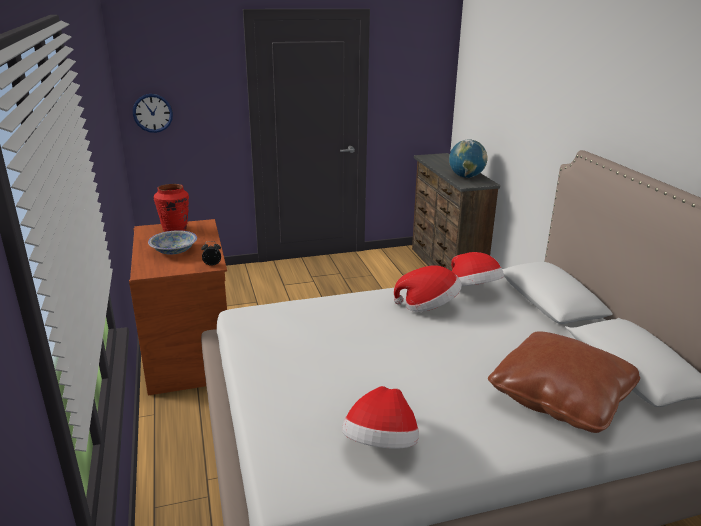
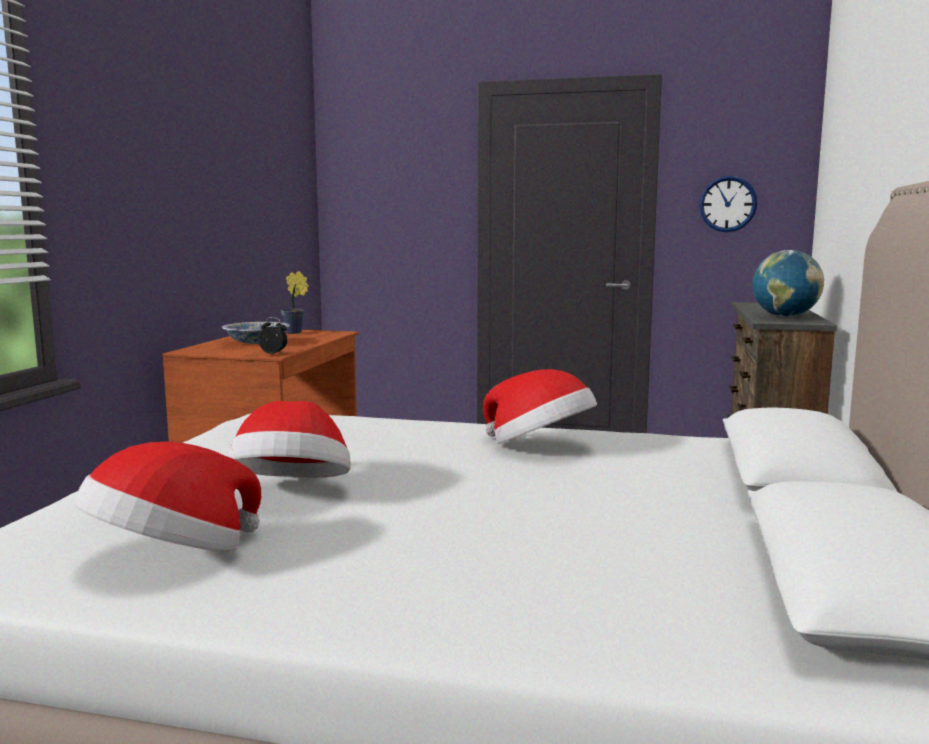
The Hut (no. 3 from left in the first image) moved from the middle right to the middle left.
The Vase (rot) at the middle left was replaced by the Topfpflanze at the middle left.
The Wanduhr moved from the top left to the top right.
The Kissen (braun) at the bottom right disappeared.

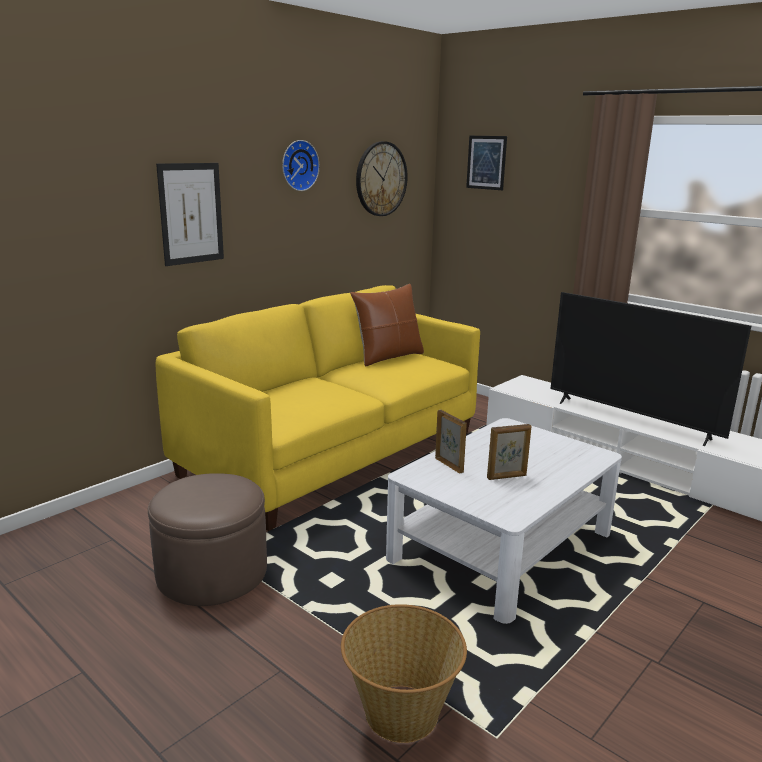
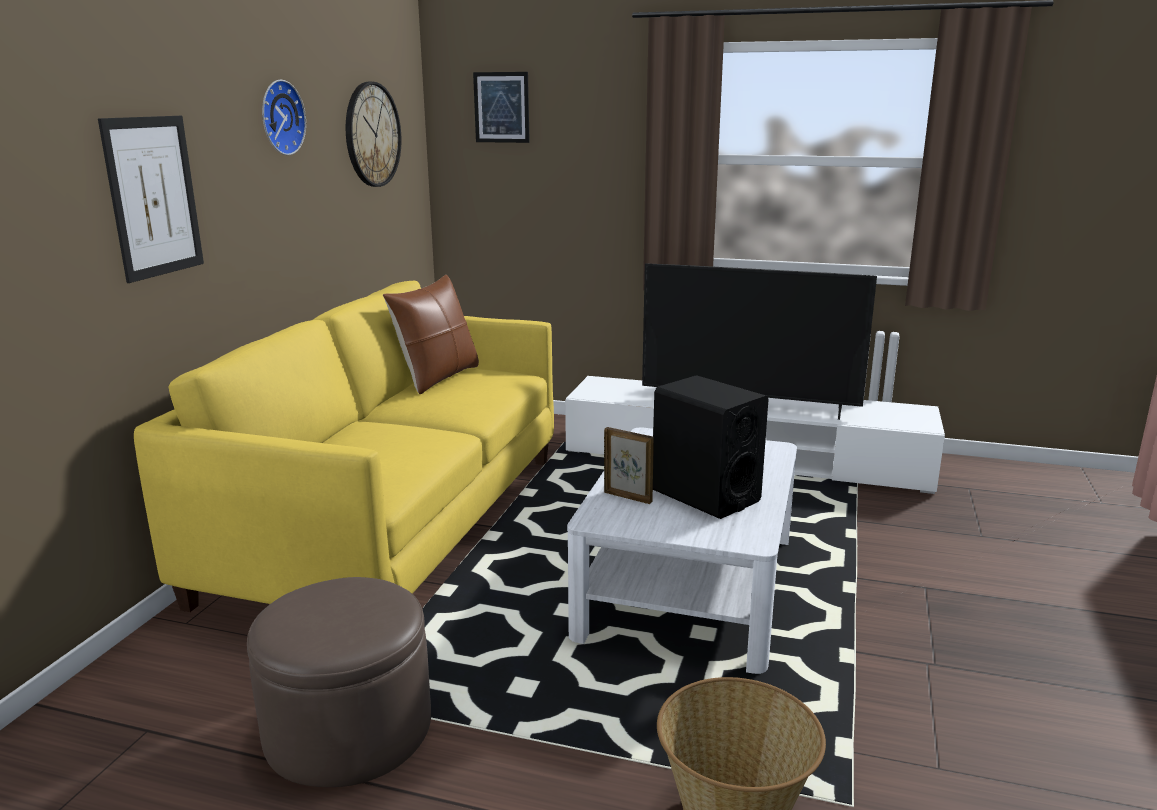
The Bilderrahmen (no. 2 from left) at the middle right was replaced by the Lautsprecher (schwarz) at the centre.

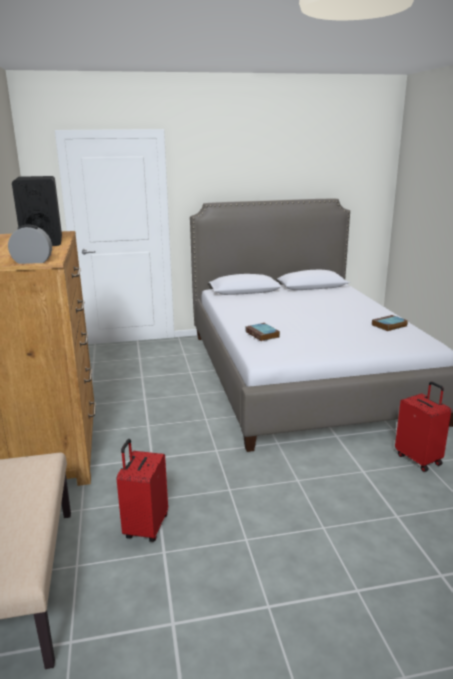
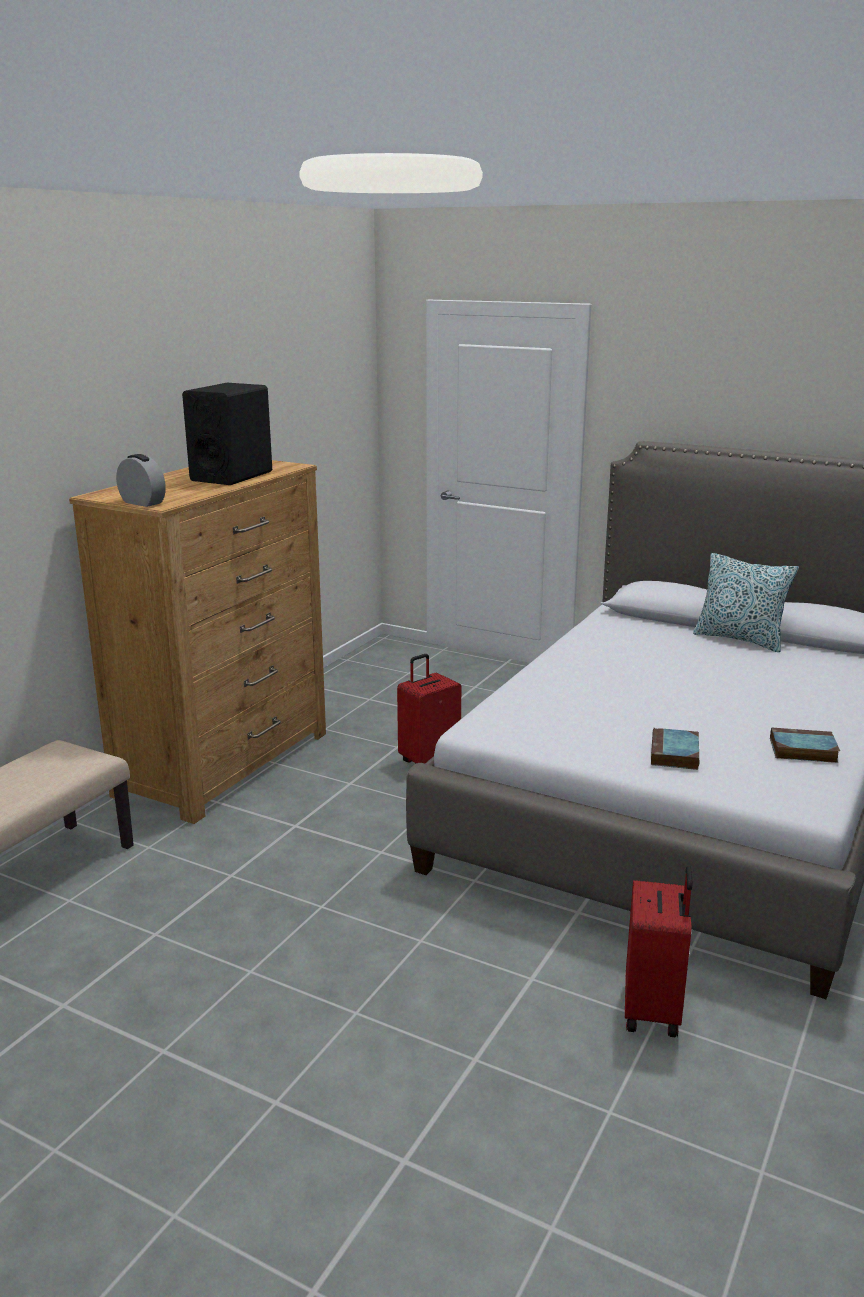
The Koffer (rot) (no. 1 from left) moved from the bottom left to the centre.
The Buch (no. 1 from left) moved from the centre to the middle right.
The Kissen at the middle right appeared.

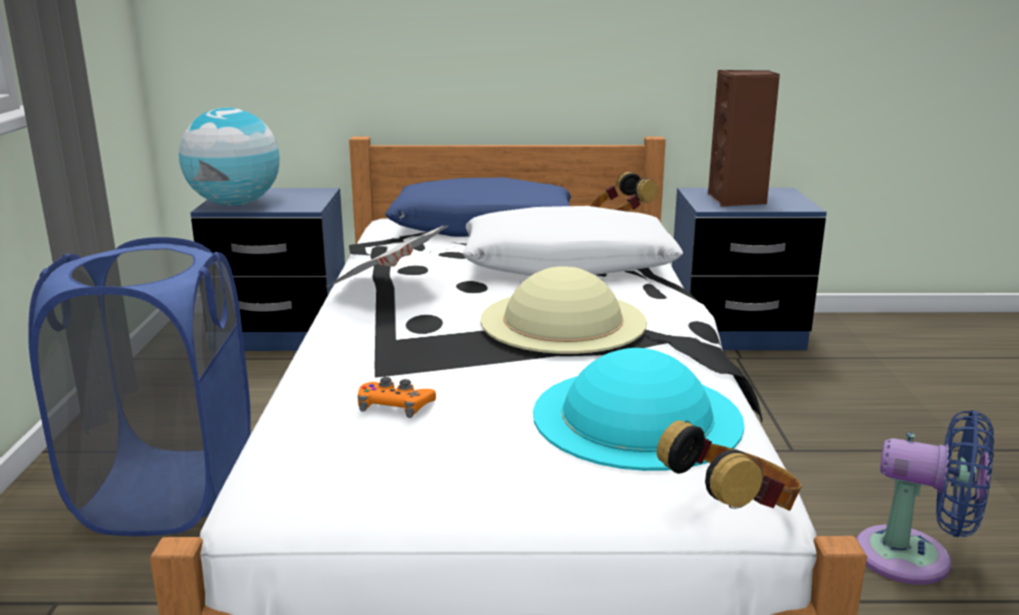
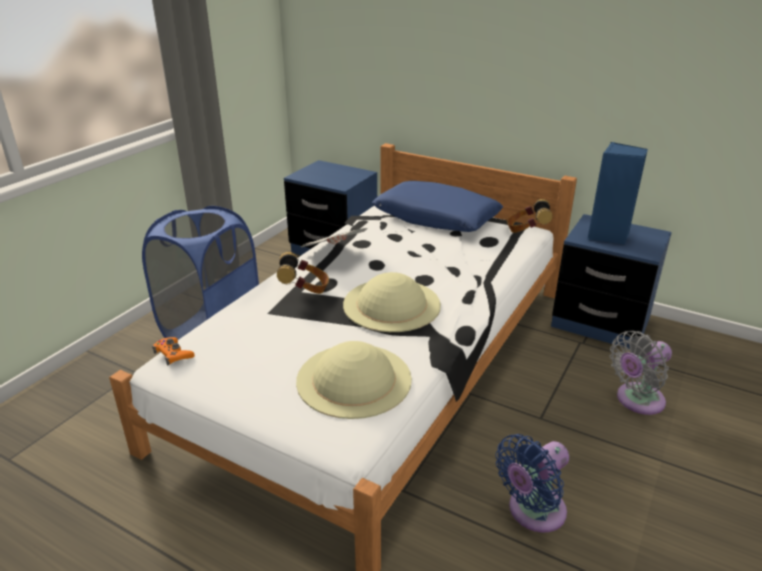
The Gamepad (orange) moved from the centre to the middle left.
The Kopfhörer (no. 2 from left in the first image) moved from the bottom right to the centre.
The Hut (türkis) at the centre became the Hut (beige) (no. 1 from left) at the centre.
The Ventilator (blau) at the bottom right turned 90 degrees clockwise.
The Lautsprecher (braun) at the top right became the Lautsprecher (blau) at the middle right.
The Ventilator (grau) at the middle right appeared.
The Globus at the top left disappeared.
The Kissen (weiß) at the centre disappeared.

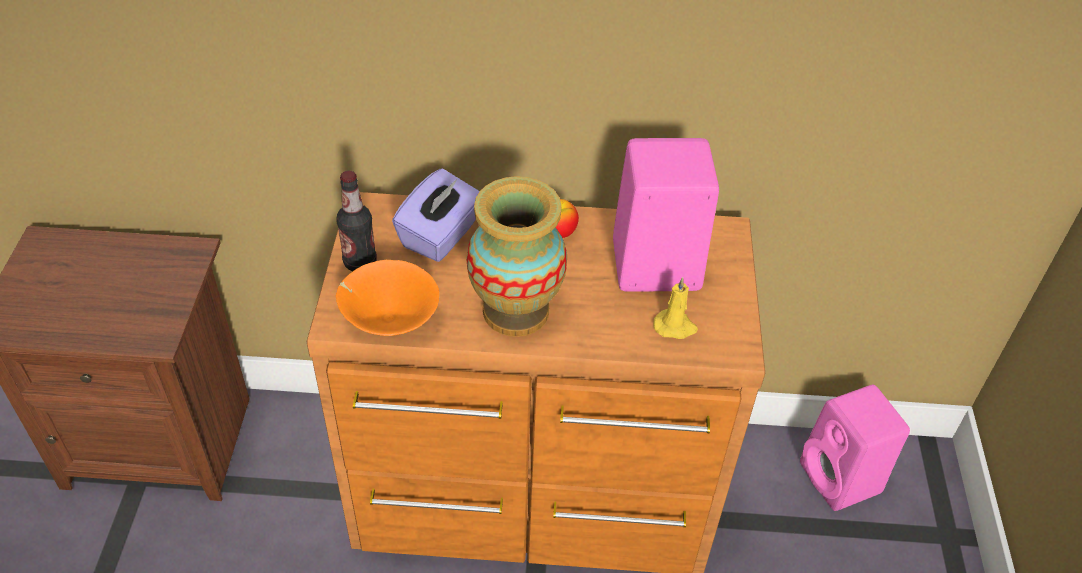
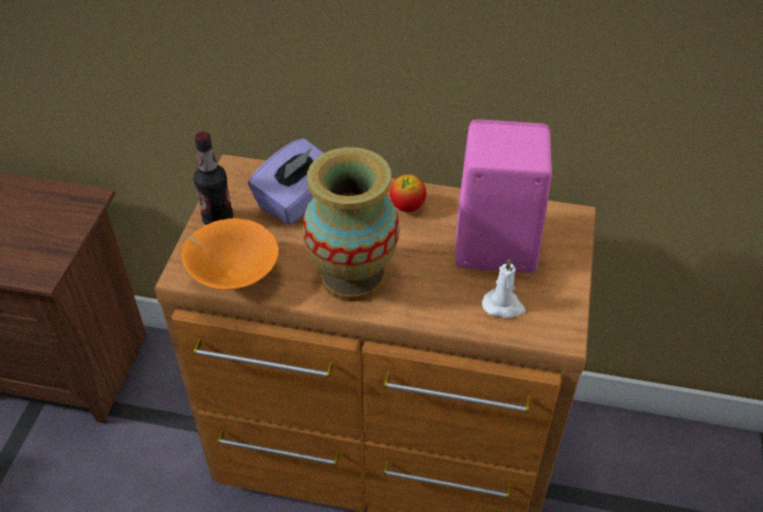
The Kerze (gelb) at the centre became the Kerze (weiß) at the centre.
The Lautsprecher (rosa) (no. 2 from left) at the bottom right disappeared.

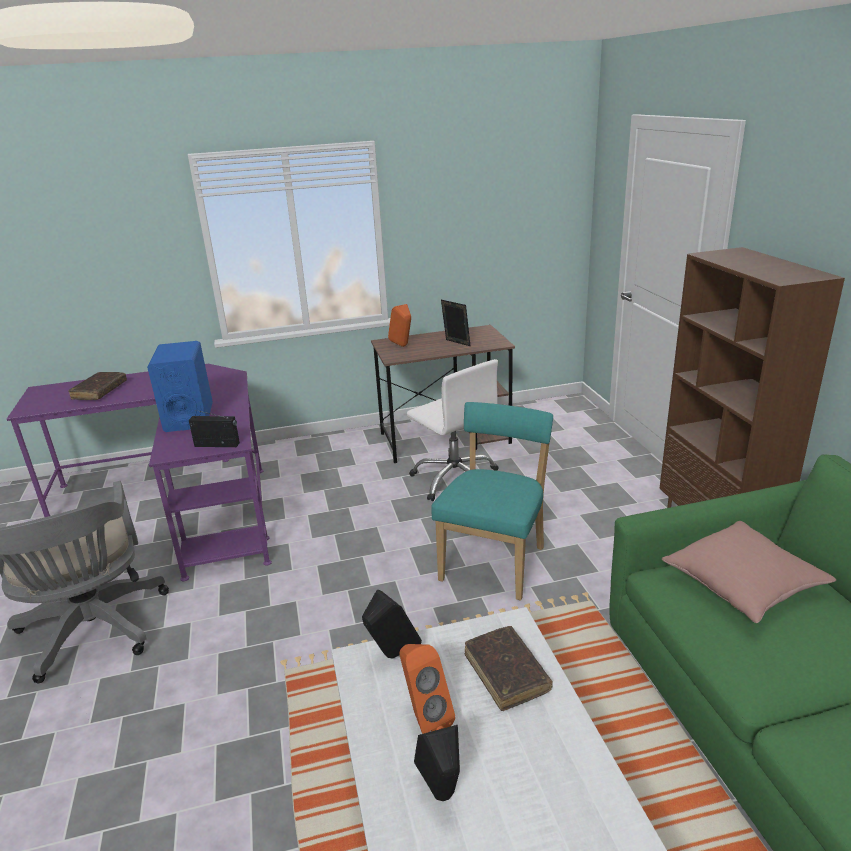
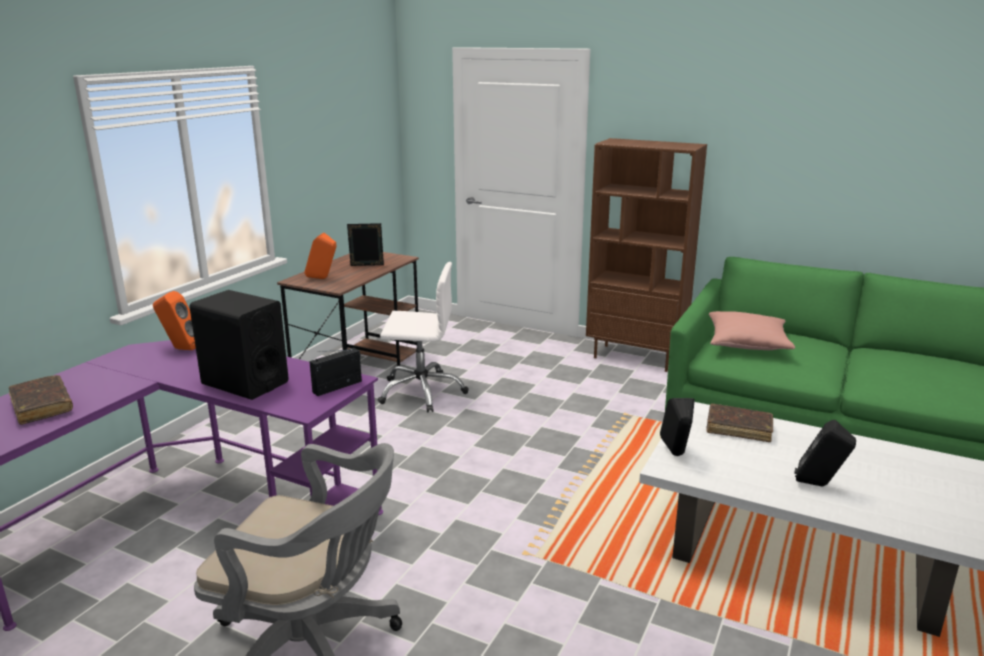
The Lautsprecher (orange) (no. 2 from left in the first image) moved from the bottom centre to the middle left.
The Lautsprecher (blau) at the middle left became the Lautsprecher (schwarz) (no. 1 from left) at the middle left.
The Stuhl (türkis) at the centre disappeared.

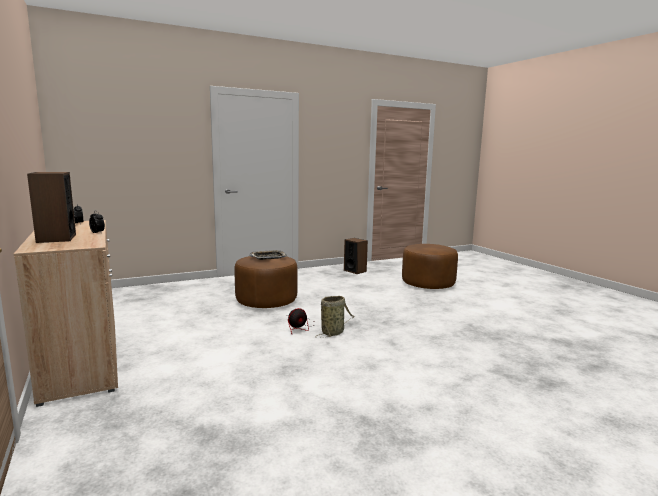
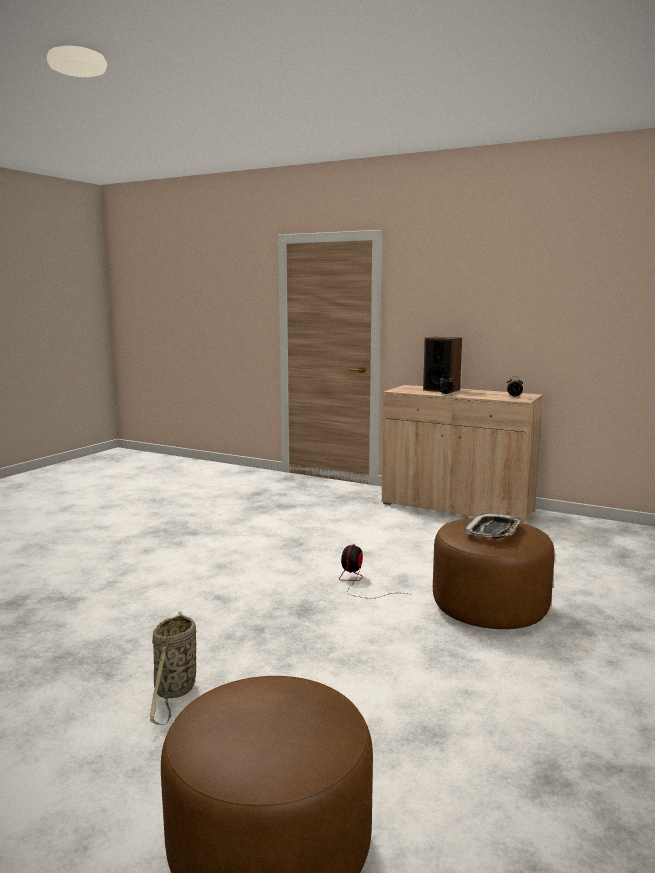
The Korb moved from the centre to the bottom left.
The Lautsprecher (no. 2 from left) at the centre disappeared.

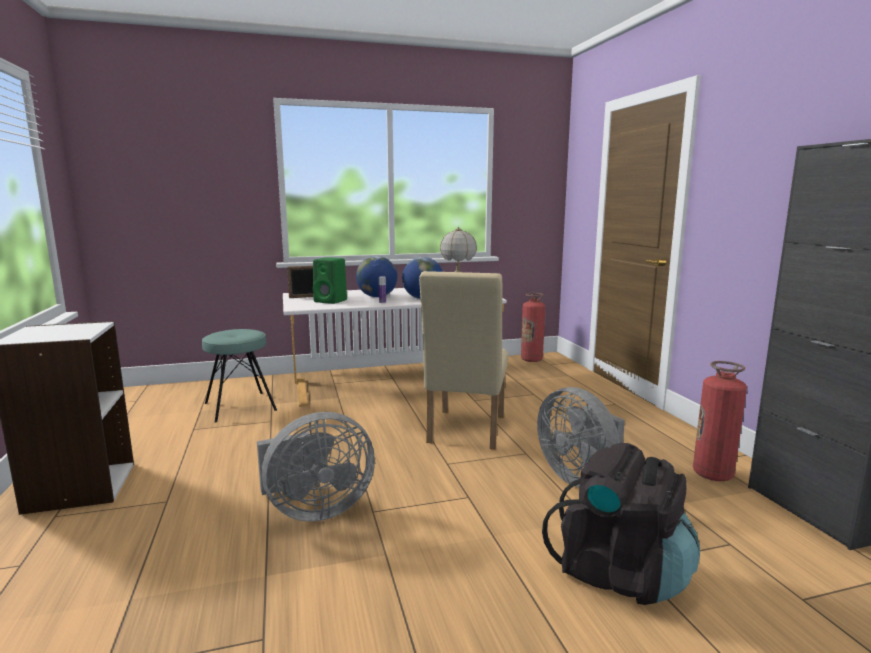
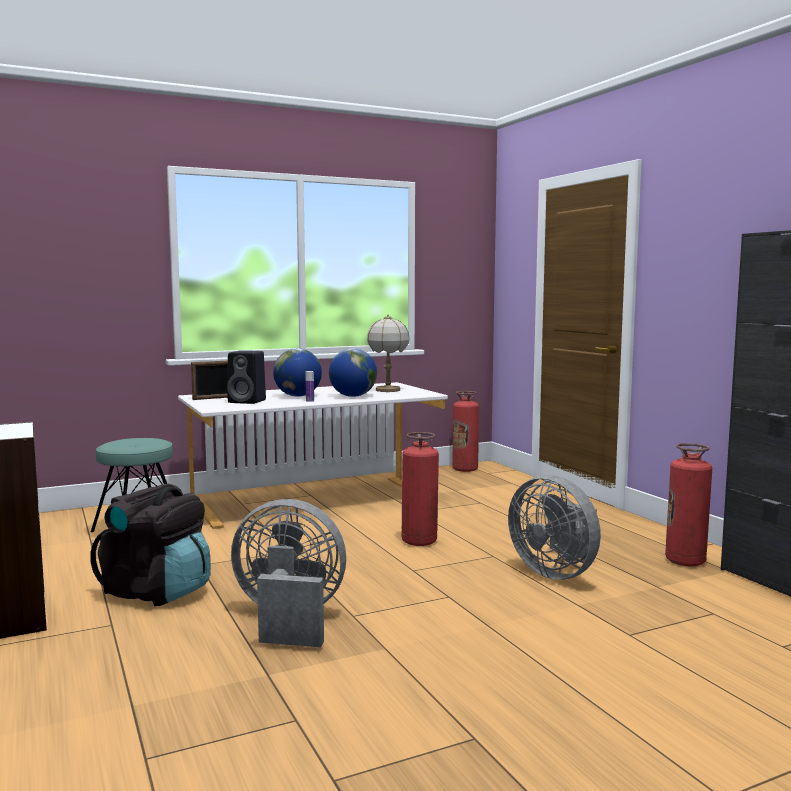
The Rucksack (schwarz) moved from the bottom right to the bottom left.
The Lautsprecher (grün) at the centre became the Lautsprecher (schwarz) at the middle left.
The Ventilator (grau) (no. 1 from left) at the bottom centre turned 135 degrees counterclockwise.
The Stuhl (beige) at the centre was replaced by the Feuerlöscher (no. 1 from left) at the centre.

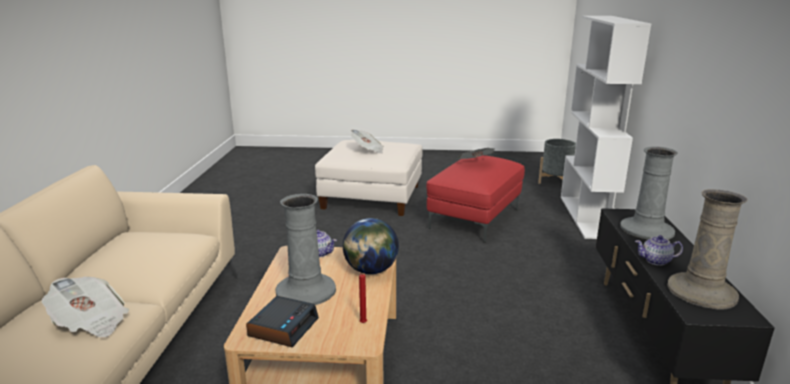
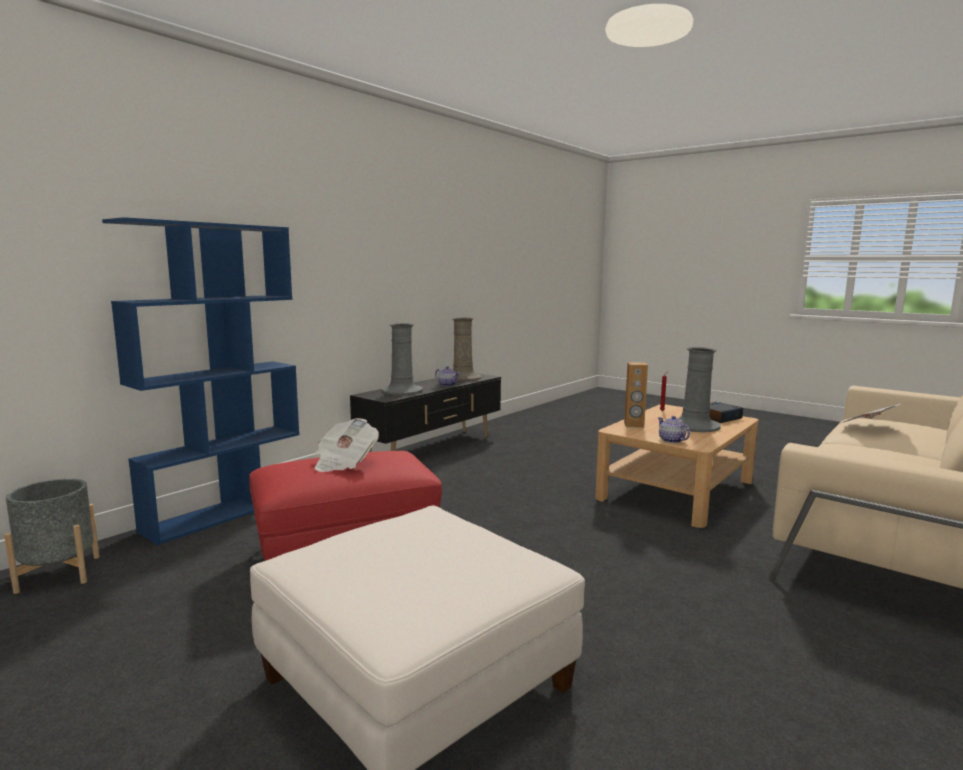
The Bücherregal (weiß) at the top right became the Bücherregal (blau) at the middle left.
The Globus at the centre was replaced by the Lautsprecher (braun) at the centre.
The Zeitung (no. 2 from left) at the centre disappeared.

